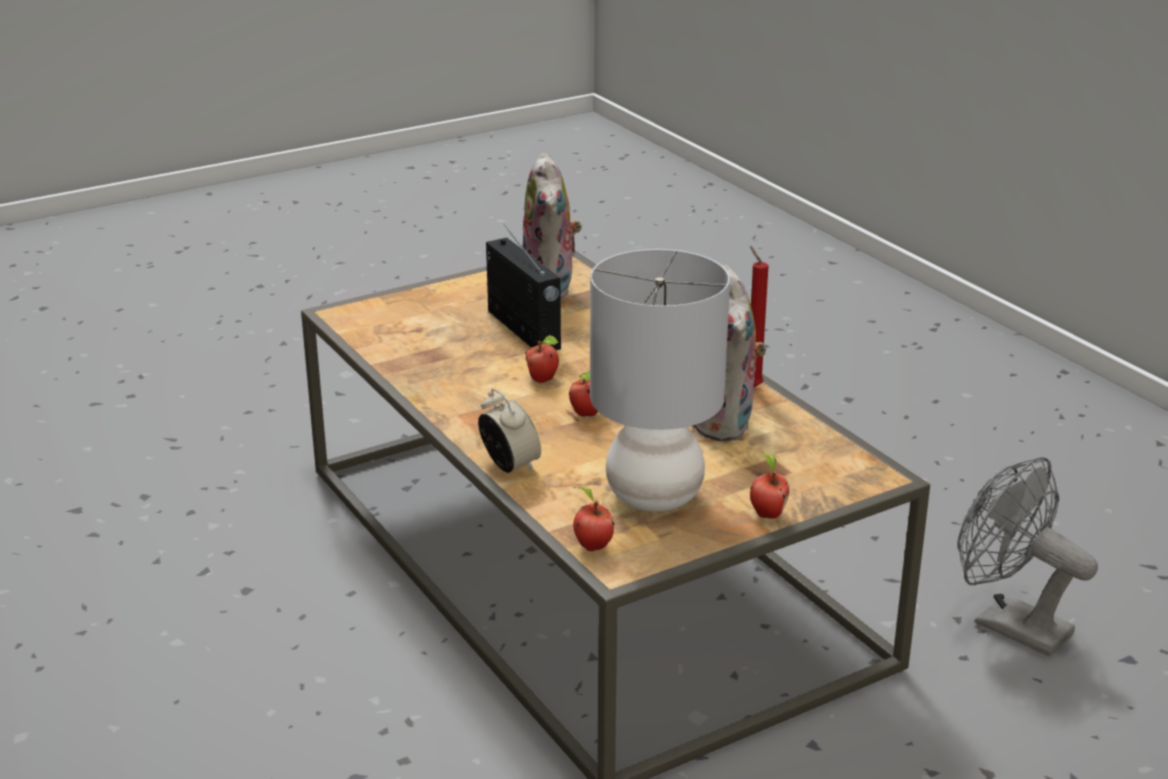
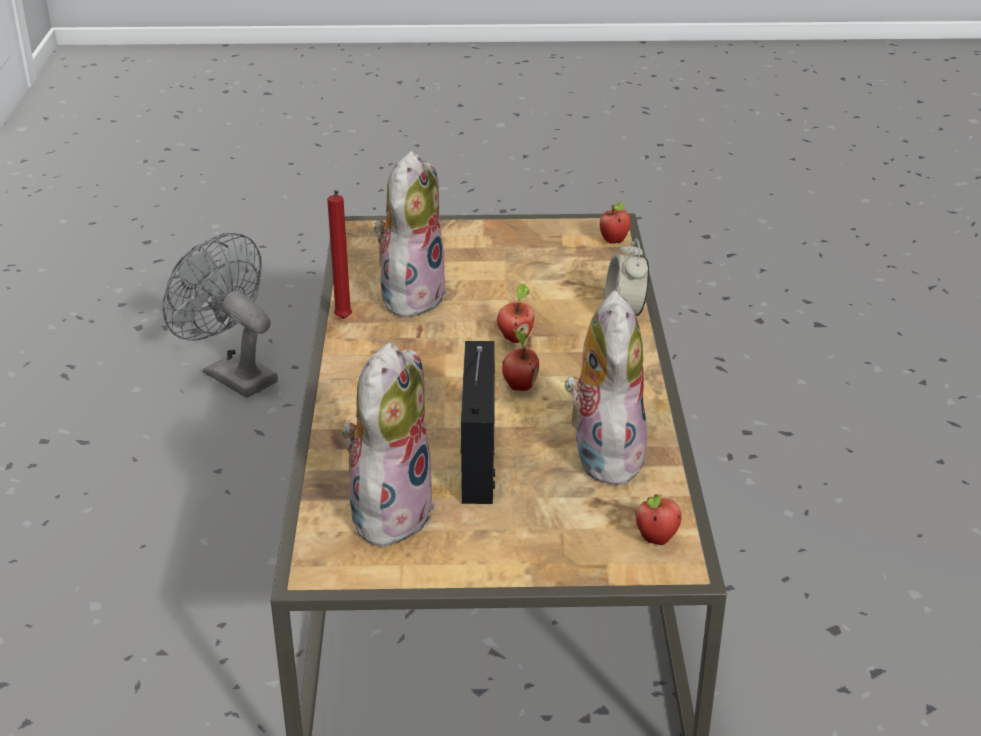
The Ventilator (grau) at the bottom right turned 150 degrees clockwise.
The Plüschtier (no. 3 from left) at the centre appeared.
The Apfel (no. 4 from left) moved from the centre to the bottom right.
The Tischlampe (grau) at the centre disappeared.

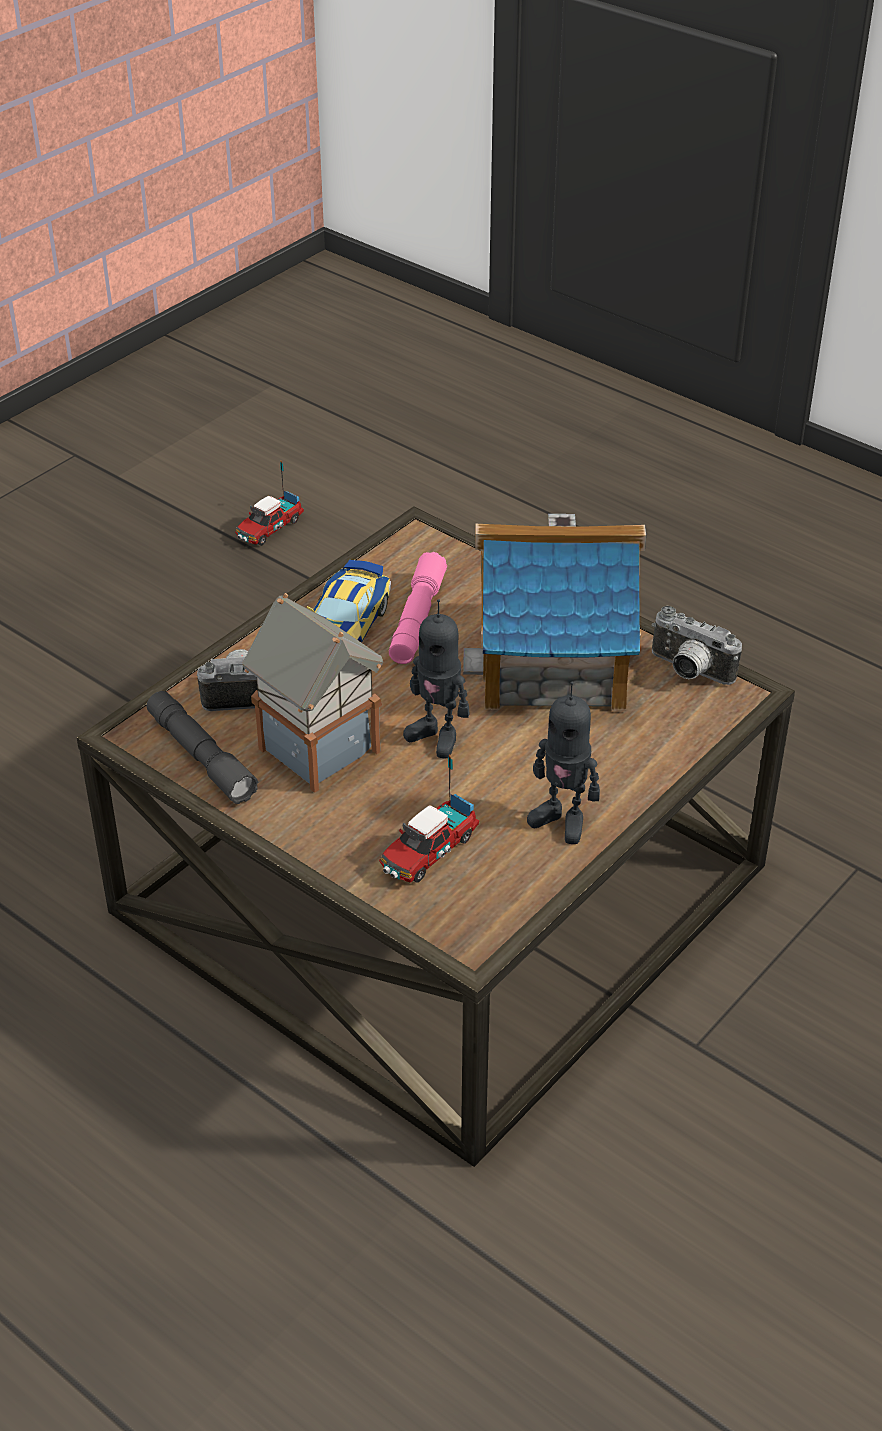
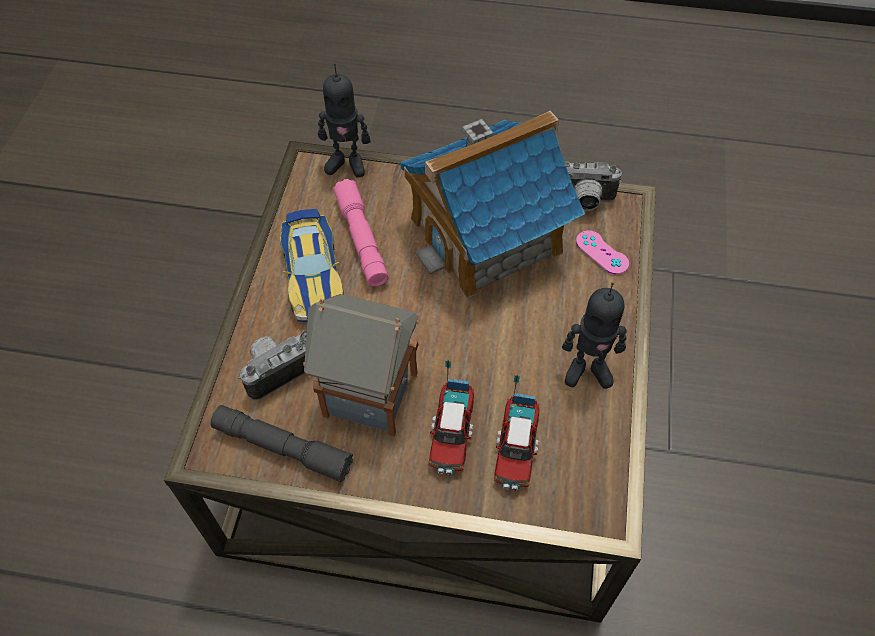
The Spielzeugroboter (no. 1 from left) moved from the centre to the top centre.
The Spielzeuglaster (no. 1 from left) moved from the middle left to the centre.
The Gamepad (rosa) at the middle right appeared.

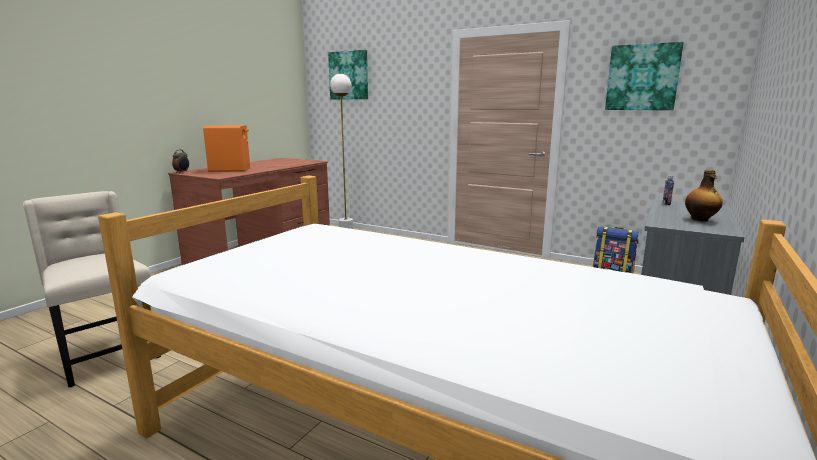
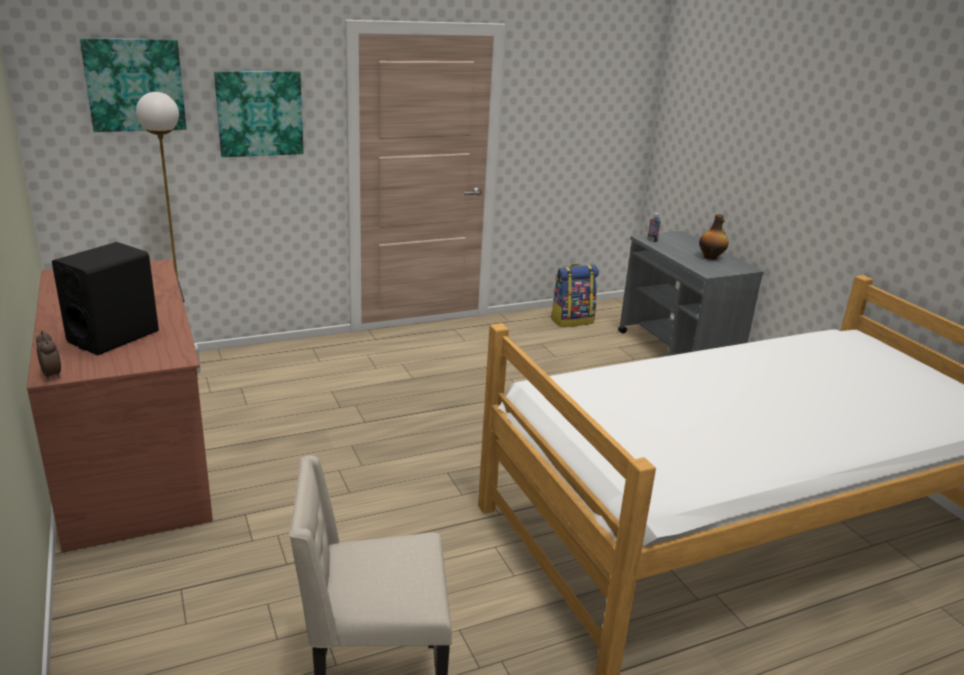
The Lautsprecher (orange) at the top left became the Lautsprecher (schwarz) at the middle left.
The Bild (no. 2 from left) moved from the top right to the top left.

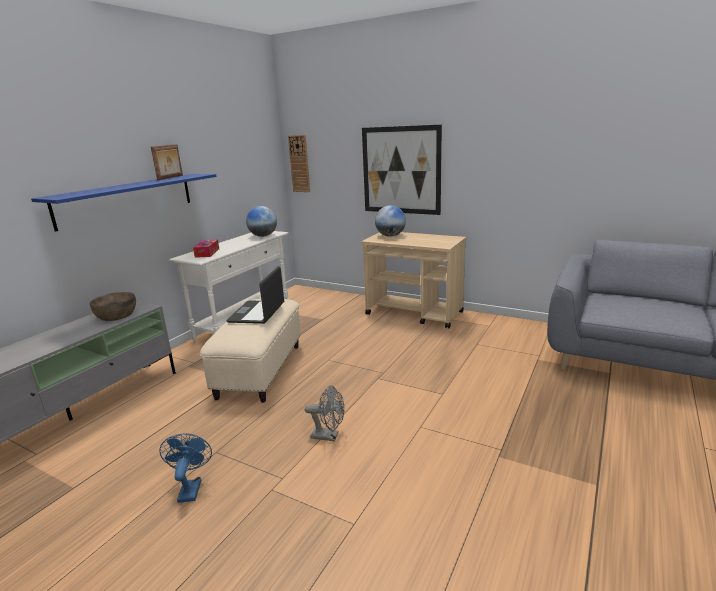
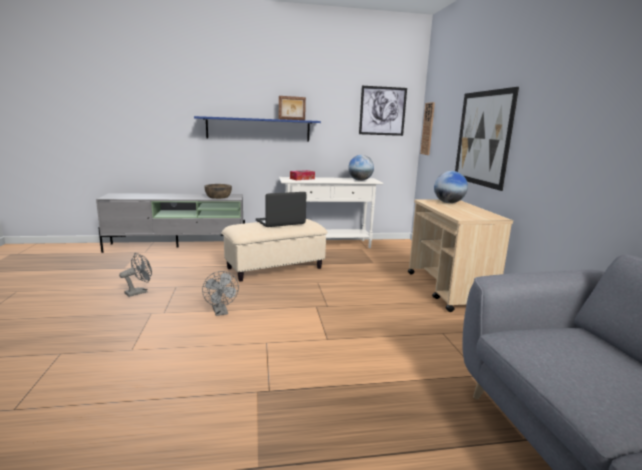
The Ventilator (blau) at the bottom left became the Ventilator (grau) (no. 1 from left) at the middle left.
The Bild (no. 1 from left) at the top centre appeared.

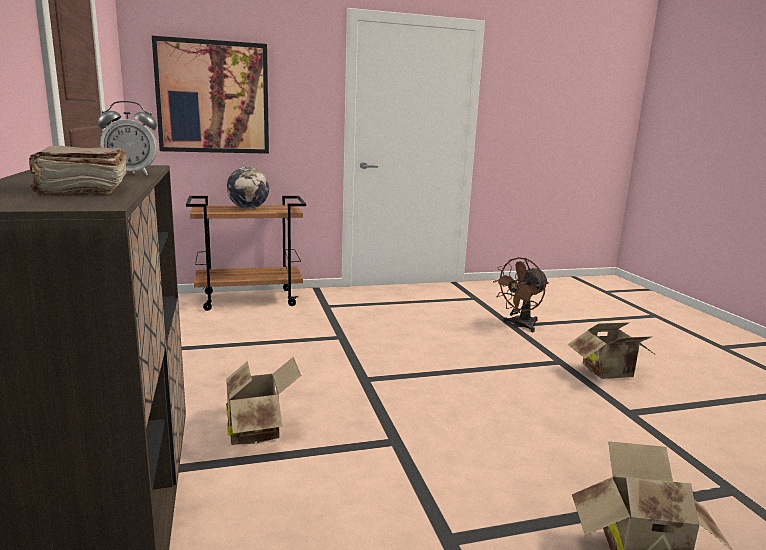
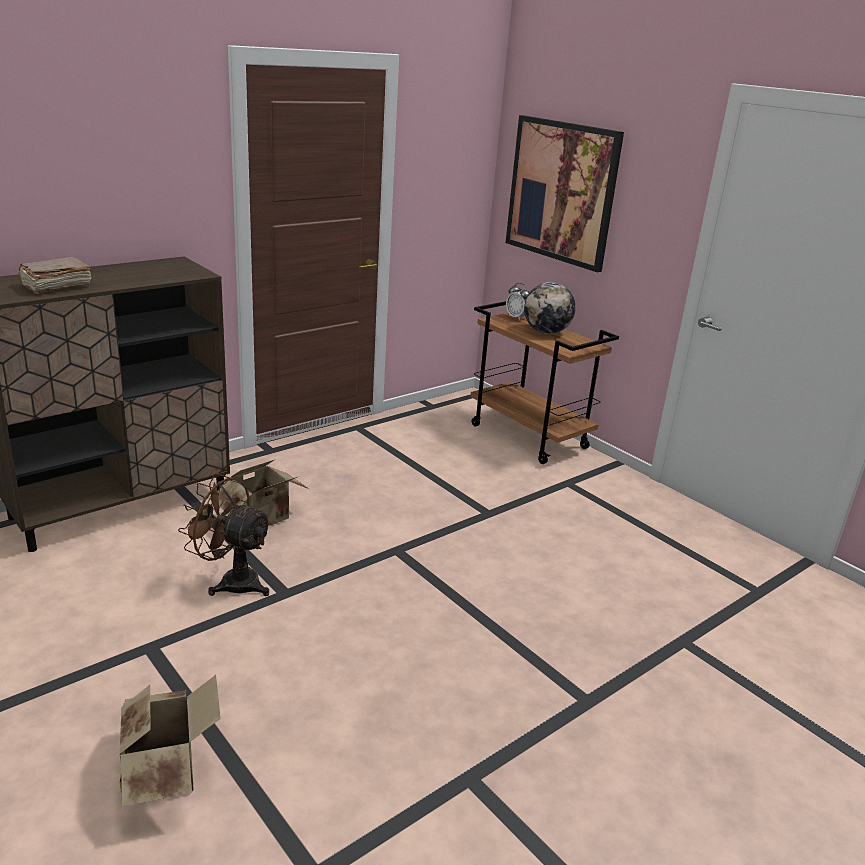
The Ventilator (braun) moved from the middle right to the middle left.
The Wecker moved from the top left to the centre.
The Karton (no. 2 from left) at the middle right disappeared.

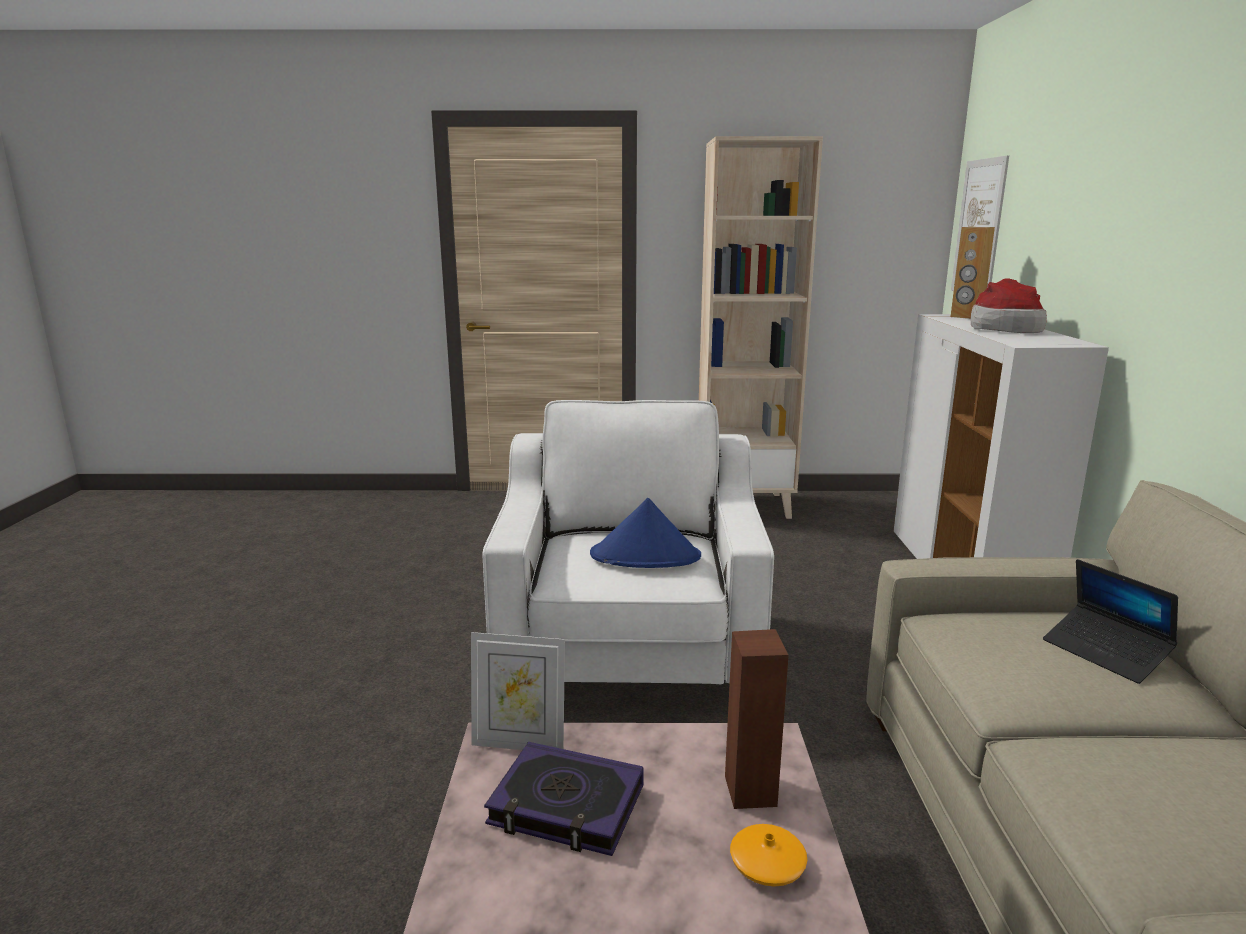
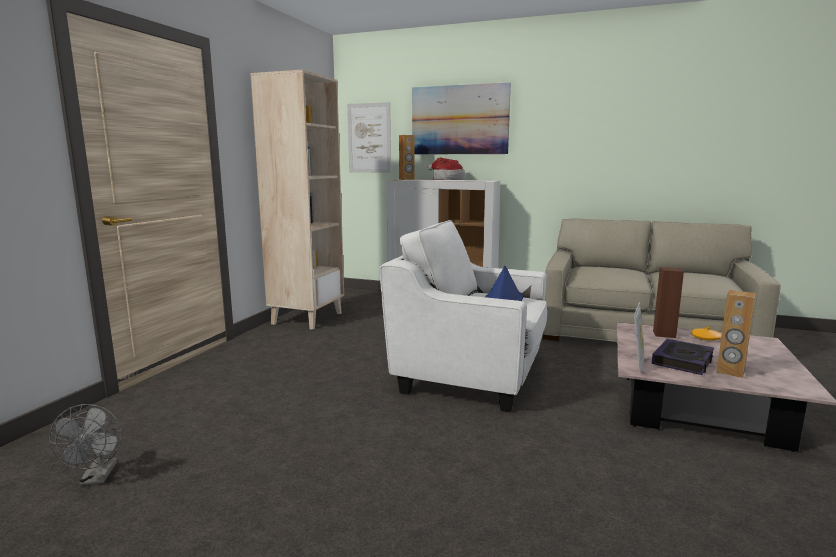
The Ventilator (grau) at the bottom left appeared.
The Bild (no. 2 from left) at the top centre appeared.
The Lautsprecher (braun) (no. 3 from left) at the middle right appeared.
The Laptop at the middle right disappeared.

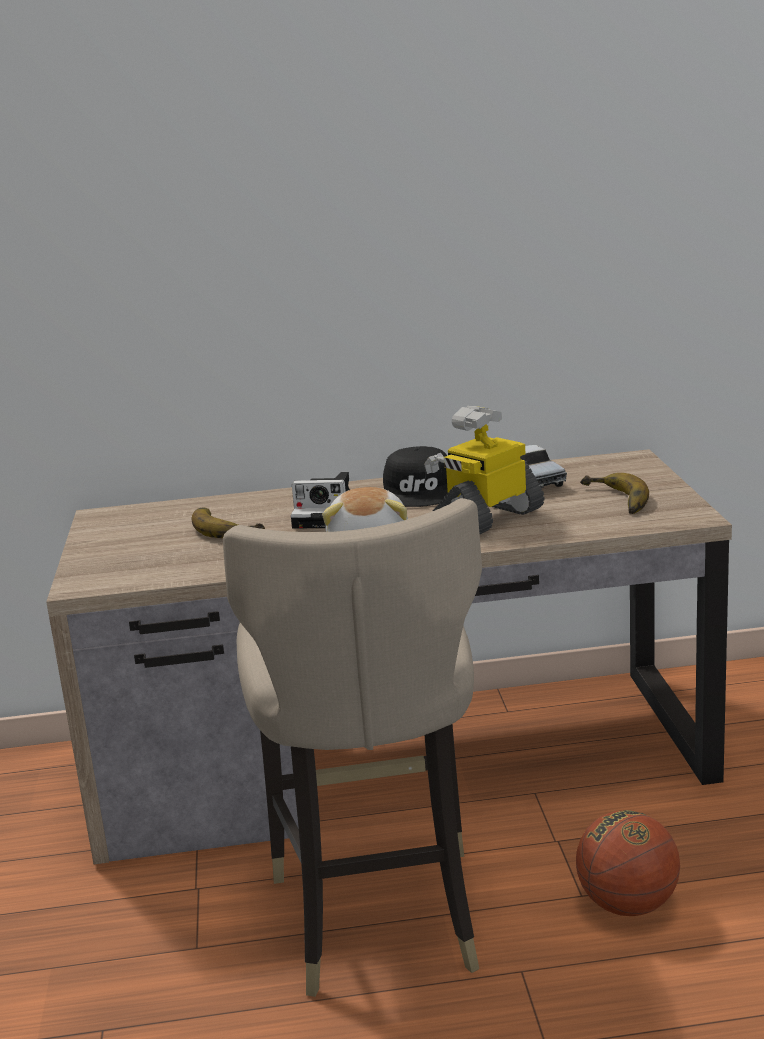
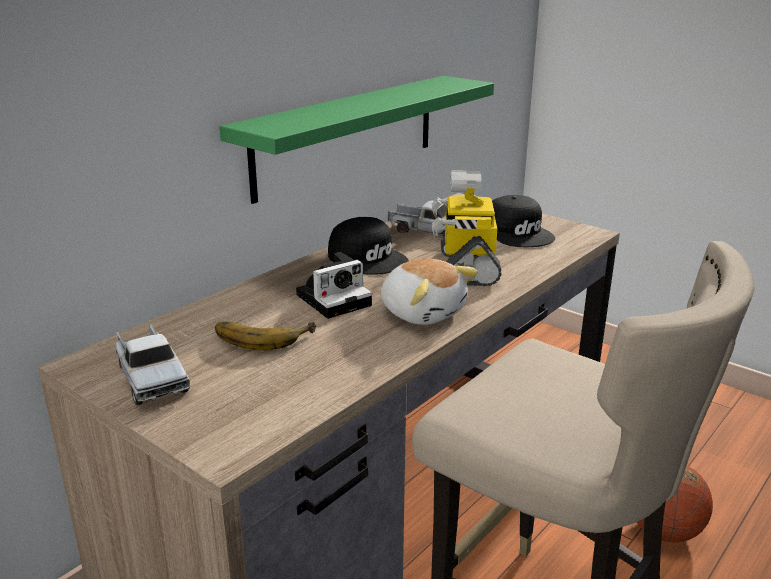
The Spielzeuglaster (no. 1 from left) at the middle left appeared.
The Wandregal (grün) at the top centre appeared.
The Banane (no. 2 from left) at the middle right was replaced by the Kappe (schwarz) (no. 2 from left) at the middle right.

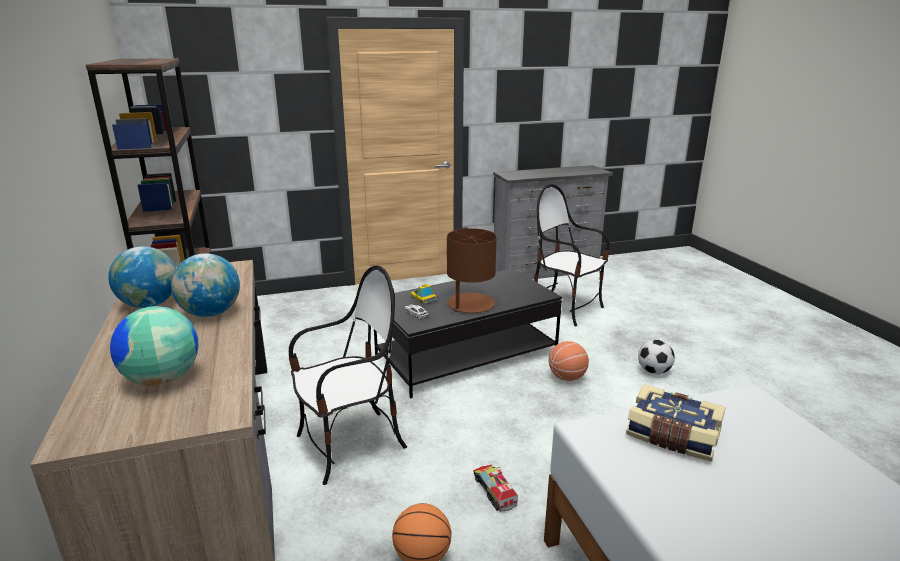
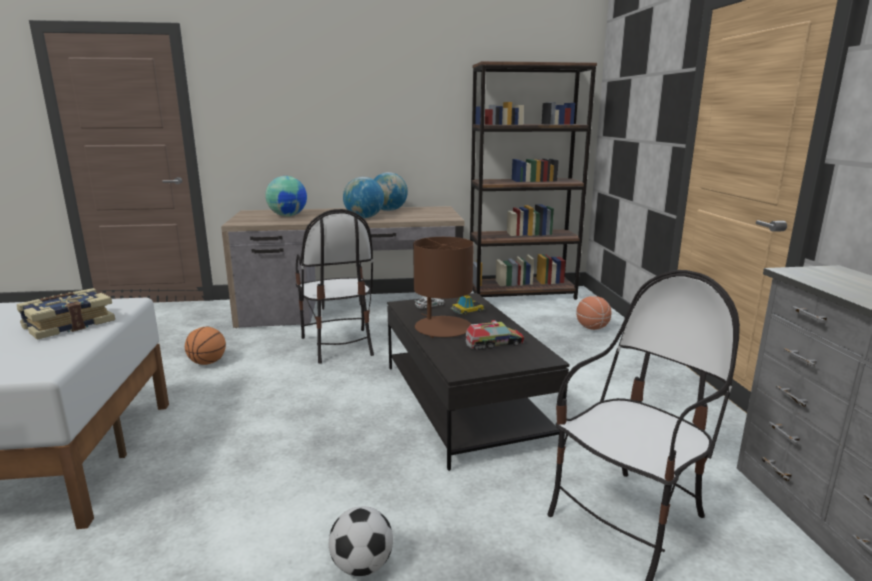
The Spielzeuglaster moved from the bottom centre to the centre.
The Basketball (no. 2 from left) moved from the centre to the middle right.

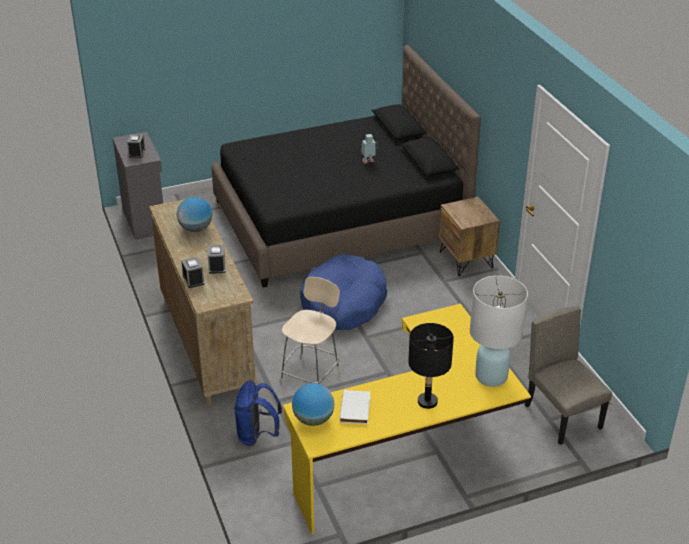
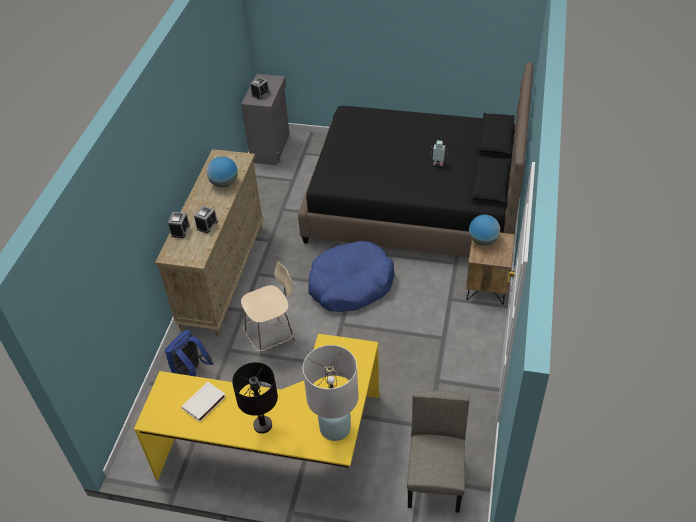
The Globus (no. 2 from left) moved from the bottom centre to the middle right.

